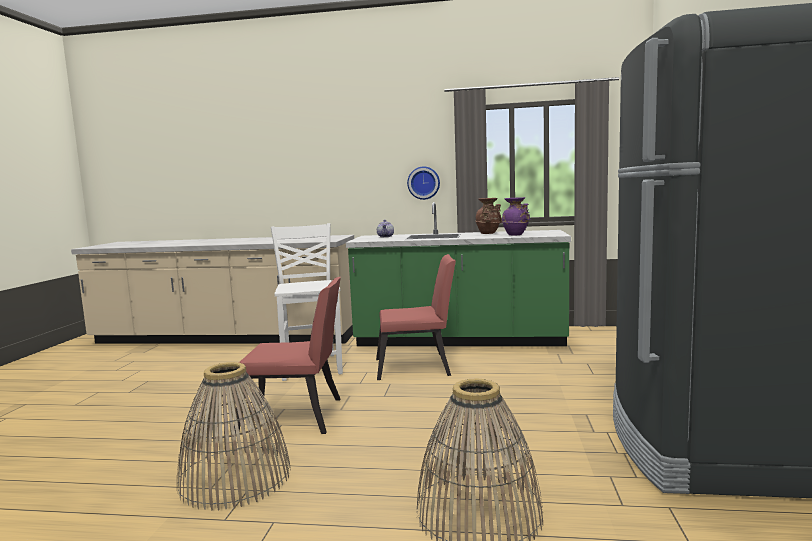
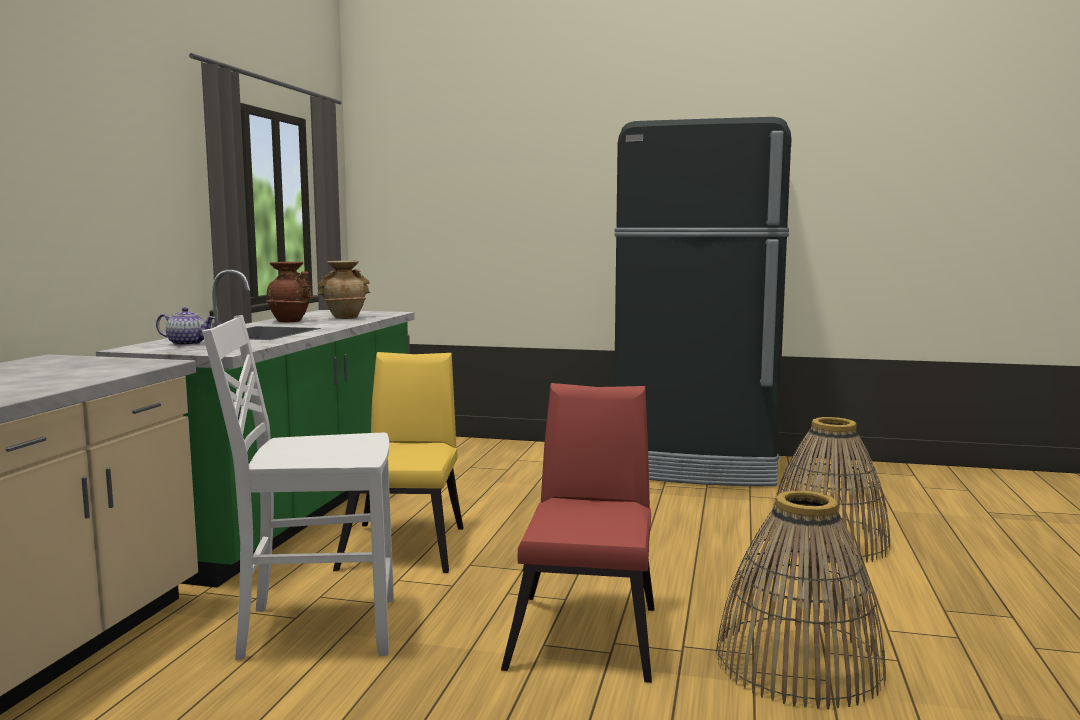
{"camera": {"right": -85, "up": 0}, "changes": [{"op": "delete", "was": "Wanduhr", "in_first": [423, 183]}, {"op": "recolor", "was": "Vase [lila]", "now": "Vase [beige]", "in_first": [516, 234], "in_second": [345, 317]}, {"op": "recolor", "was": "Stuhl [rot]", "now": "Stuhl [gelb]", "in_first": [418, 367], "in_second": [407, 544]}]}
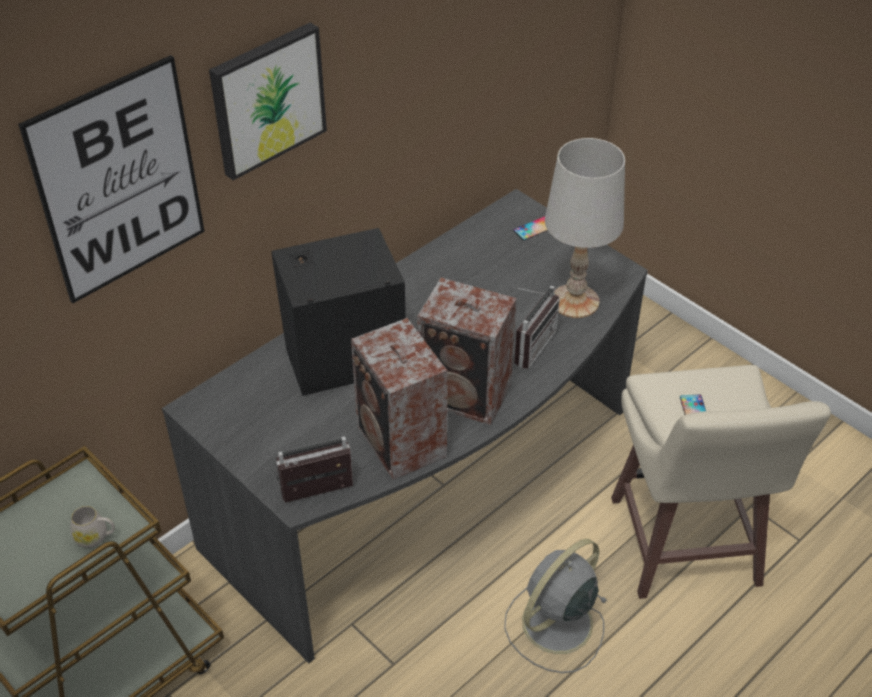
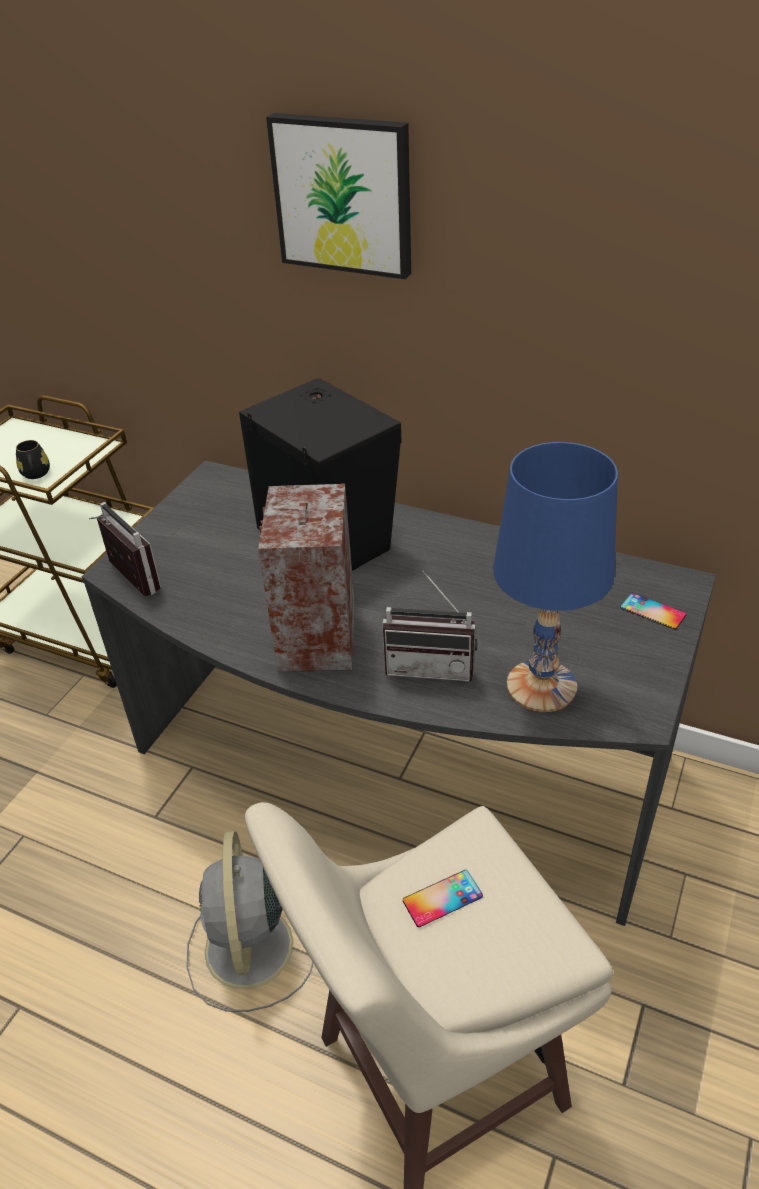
{"camera": {"right": 70, "up": -5}, "changes": [{"op": "delete", "was": "Bild", "in_first": [119, 181]}, {"op": "recolor", "was": "Tischlampe [weiß]", "now": "Tischlampe [blau]", "in_first": [575, 301], "in_second": [542, 686]}, {"op": "delete", "was": "Lautsprecher", "in_first": [401, 443]}, {"op": "recolor", "was": "Henkelbecher [weiß]", "now": "Henkelbecher [schwarz]", "in_first": [95, 537], "in_second": [36, 475]}, {"op": "rotate", "was": "Ventilator [grau]", "in_first": [555, 625], "in_second": [249, 951], "clockwise": -120}]}
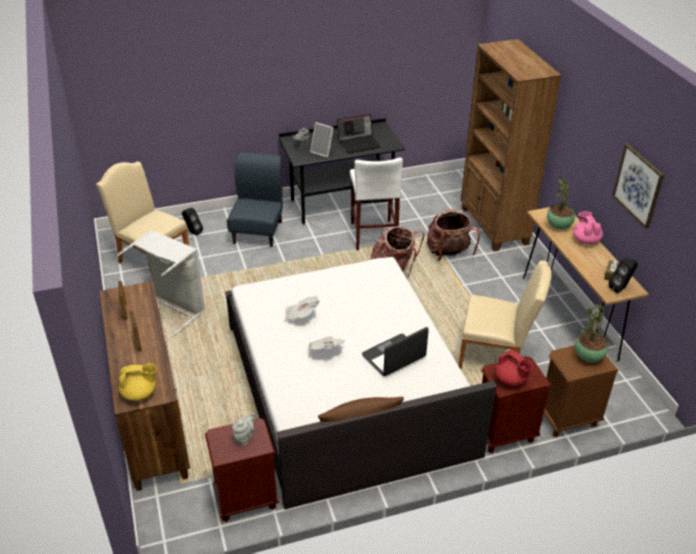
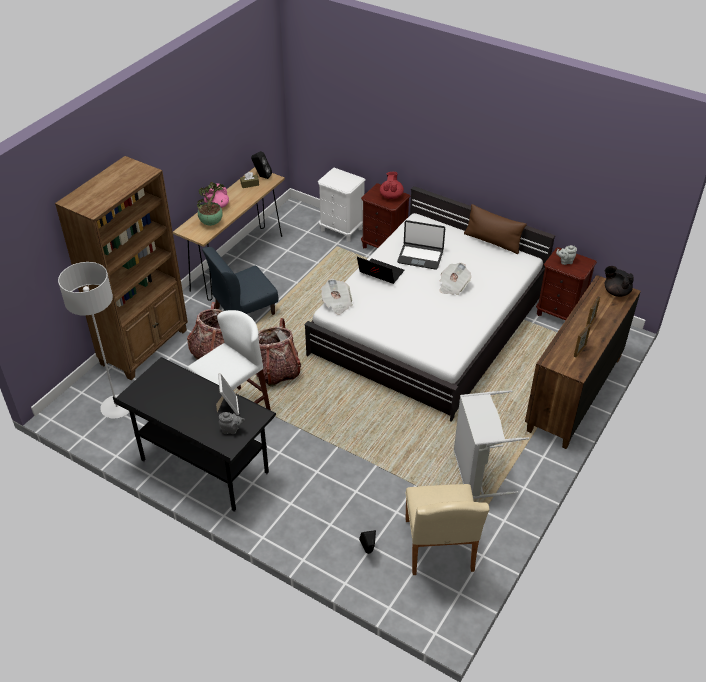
{"camera": {"right": -130, "up": 5}, "changes": [{"op": "move", "was": "Laptop", "in_first": [359, 143], "in_second": [379, 273]}, {"op": "delete", "was": "Bild", "in_first": [638, 185]}, {"op": "move", "was": "Stuhl [blau]", "in_first": [258, 232], "in_second": [244, 311]}, {"op": "delete", "was": "Stuhl [beige]", "in_first": [497, 355]}, {"op": "move", "was": "Zeitung", "in_first": [301, 315], "in_second": [337, 303]}, {"op": "delete", "was": "Topfpflanze", "in_first": [588, 358]}, {"op": "recolor", "was": "Nachttisch [braun]", "now": "Nachttisch [weiß]", "in_first": [567, 419], "in_second": [341, 229]}, {"op": "recolor", "was": "Teekanne [gelb]", "now": "Teekanne [schwarz]", "in_first": [140, 393], "in_second": [616, 292]}, {"op": "insert", "now": "Stehlampe [grau]", "in_second": [117, 407]}]}
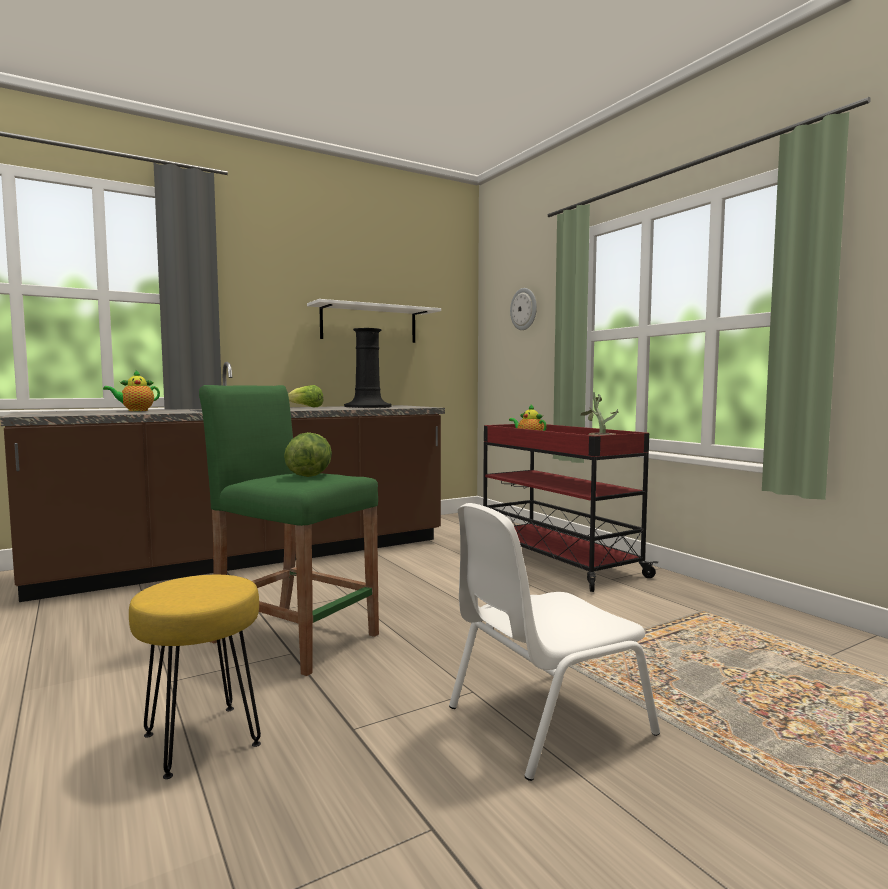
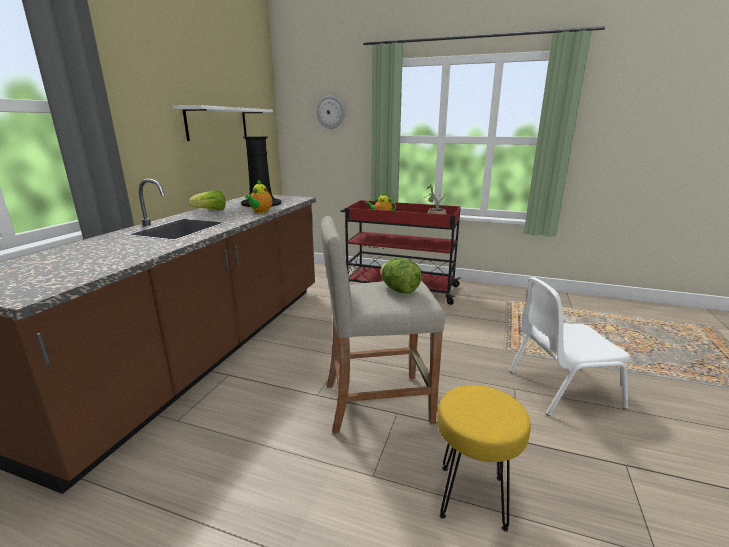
{"camera": {"right": -40, "up": 15}, "changes": [{"op": "move", "was": "Teekanne", "in_first": [135, 410], "in_second": [260, 212]}, {"op": "recolor", "was": "Hocker [grün]", "now": "Hocker [beige]", "in_first": [295, 638], "in_second": [377, 402]}, {"op": "rotate", "was": "Stuhl [weiß]", "in_first": [545, 720], "in_second": [561, 388], "clockwise": 60}]}
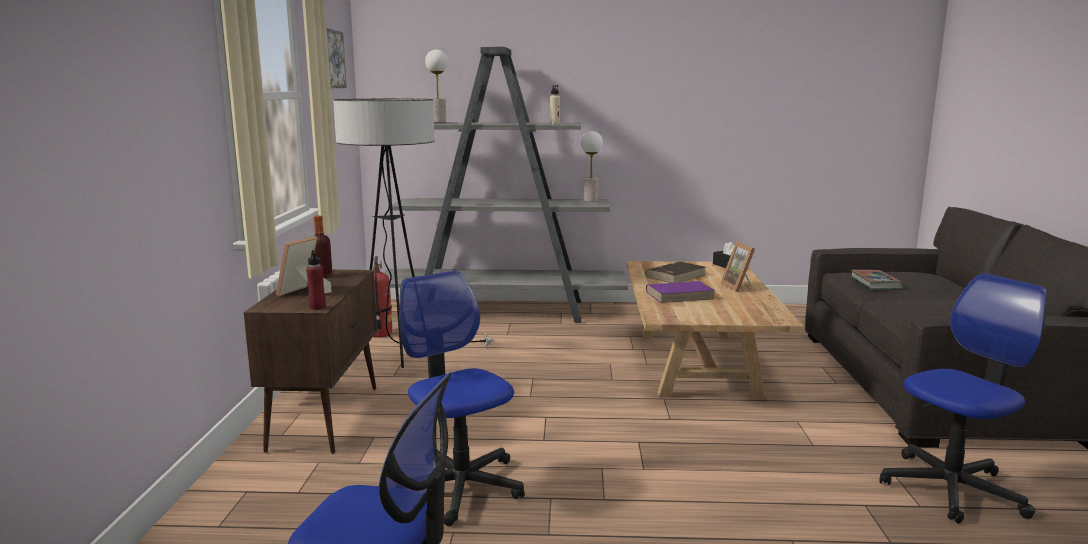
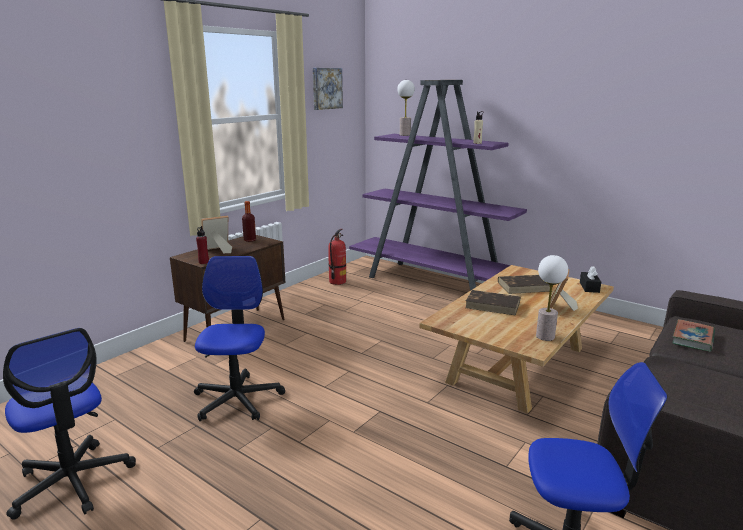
{"camera": {"right": 35, "up": 5}, "changes": [{"op": "recolor", "was": "Bücherregal [grau]", "now": "Bücherregal [lila]", "in_first": [503, 311], "in_second": [436, 283]}, {"op": "delete", "was": "Stehlampe", "in_first": [401, 359]}, {"op": "move", "was": "Tischlampe", "in_first": [590, 200], "in_second": [545, 336]}, {"op": "recolor", "was": "Buch [lila]", "now": "Buch [braun]", "in_first": [680, 295], "in_second": [493, 305]}]}
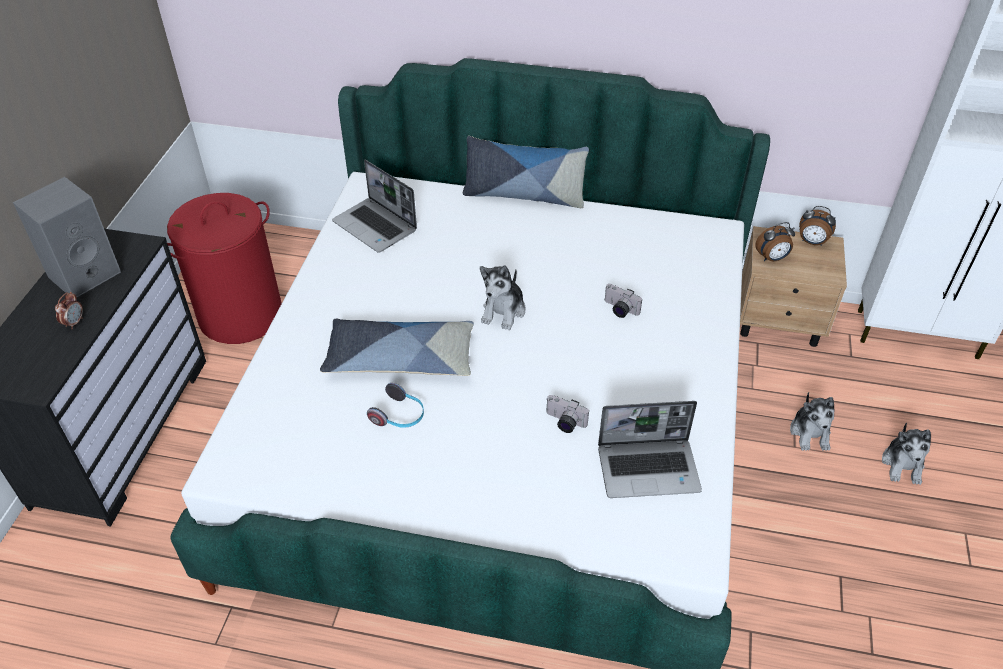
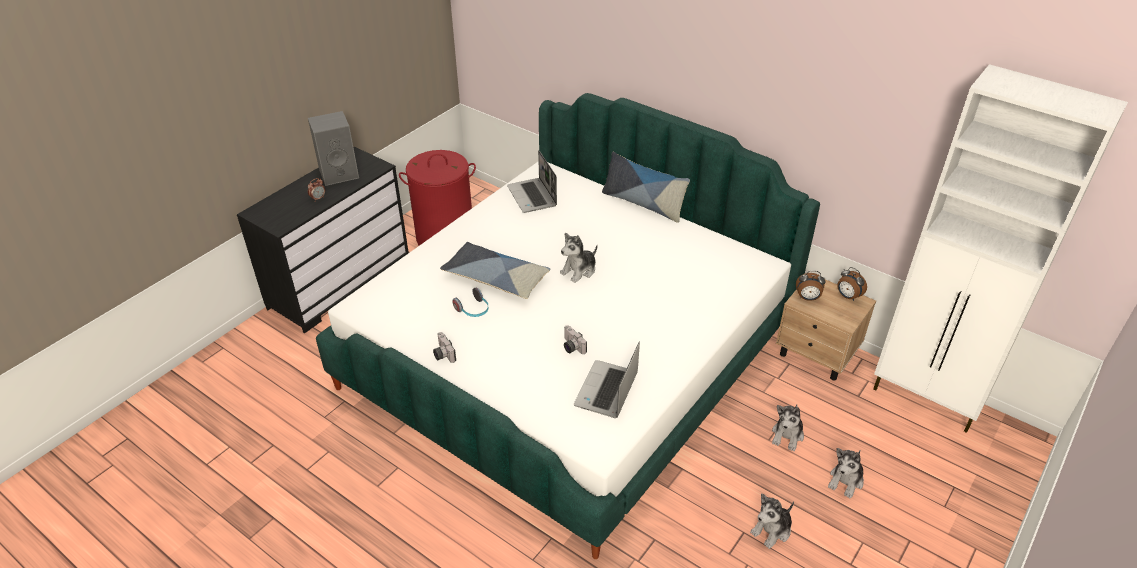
{"camera": {"right": 25, "up": -5}, "changes": [{"op": "move", "was": "Kamera", "in_first": [619, 310], "in_second": [442, 354]}, {"op": "rotate", "was": "Laptop", "in_first": [649, 468], "in_second": [607, 391], "clockwise": 90}, {"op": "insert", "now": "Plüschtier", "in_second": [772, 530]}]}
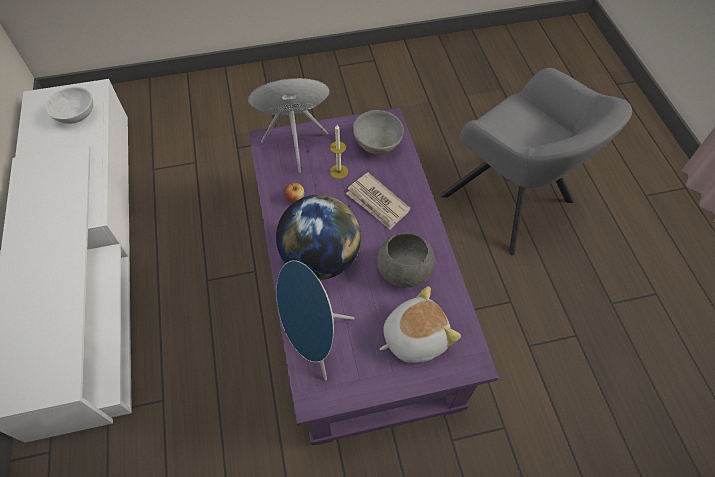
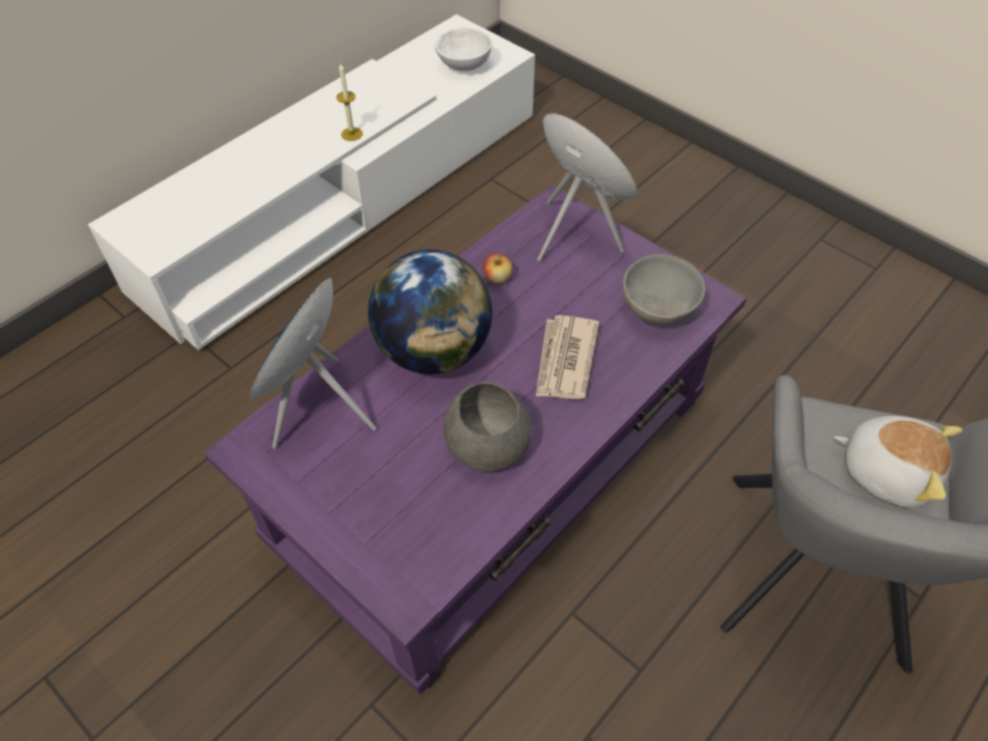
{"camera": {"right": 55, "up": -5}, "changes": [{"op": "move", "was": "Kerze", "in_first": [339, 171], "in_second": [352, 134]}, {"op": "move", "was": "Plüschtier", "in_first": [414, 336], "in_second": [886, 470]}]}
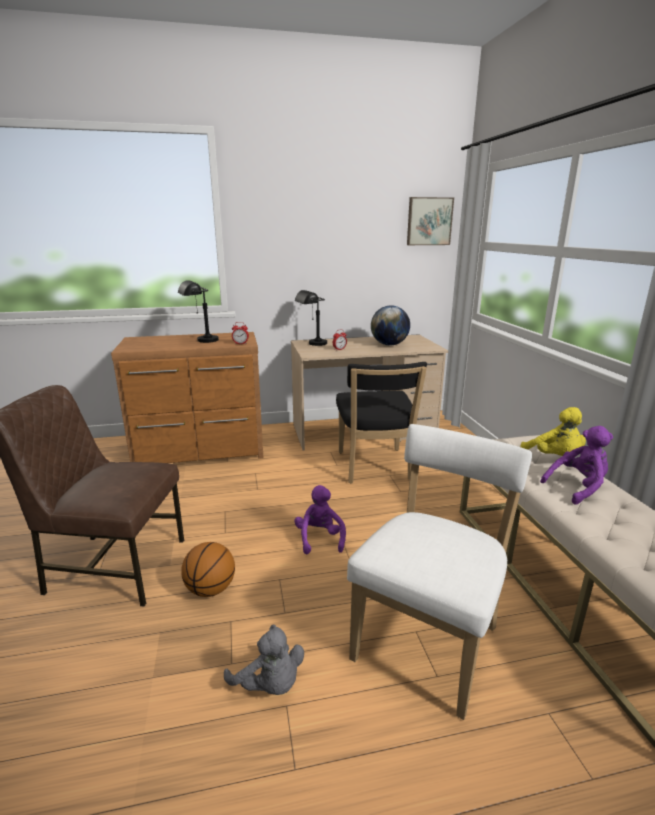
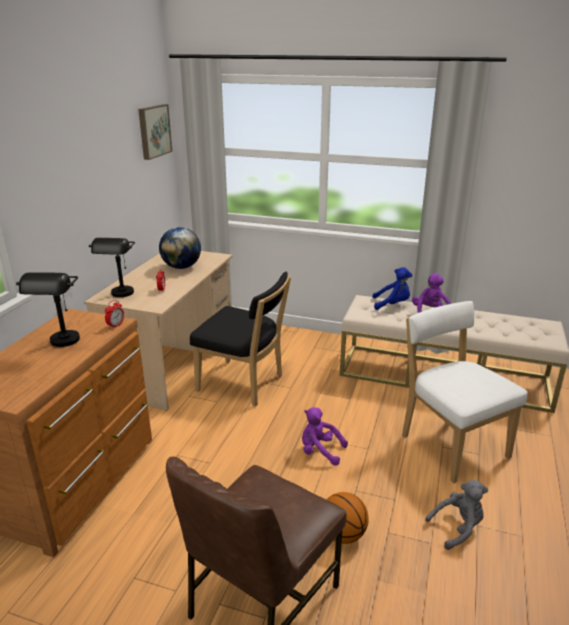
{"camera": {"right": -60, "up": 5}, "changes": [{"op": "recolor", "was": "Plüschtier [gelb]", "now": "Plüschtier [blau]", "in_first": [555, 458], "in_second": [392, 304]}]}
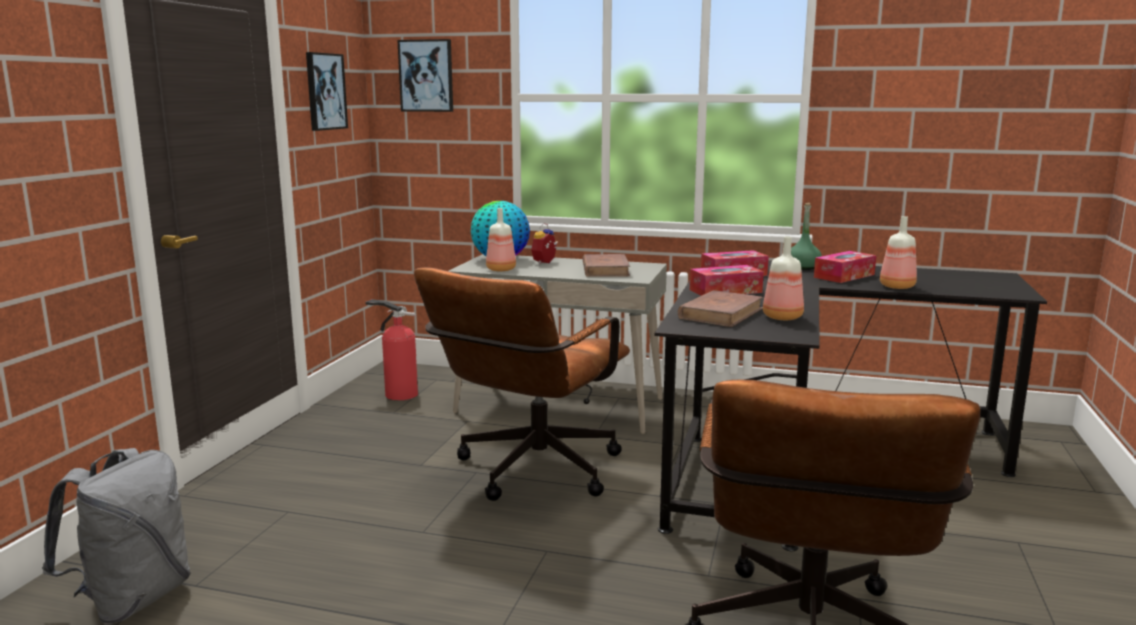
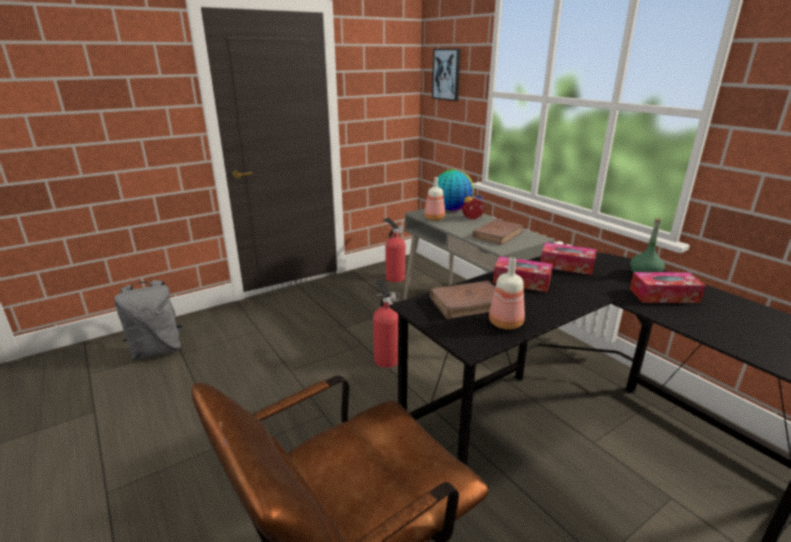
{"camera": {"right": 40, "up": 10}, "changes": [{"op": "delete", "was": "Bild", "in_first": [325, 91]}, {"op": "delete", "was": "Flasche", "in_first": [896, 286]}, {"op": "replace", "was": "Bürostuhl [braun]", "now": "Feuerlöscher", "in_first": [530, 473], "in_second": [386, 358]}]}
